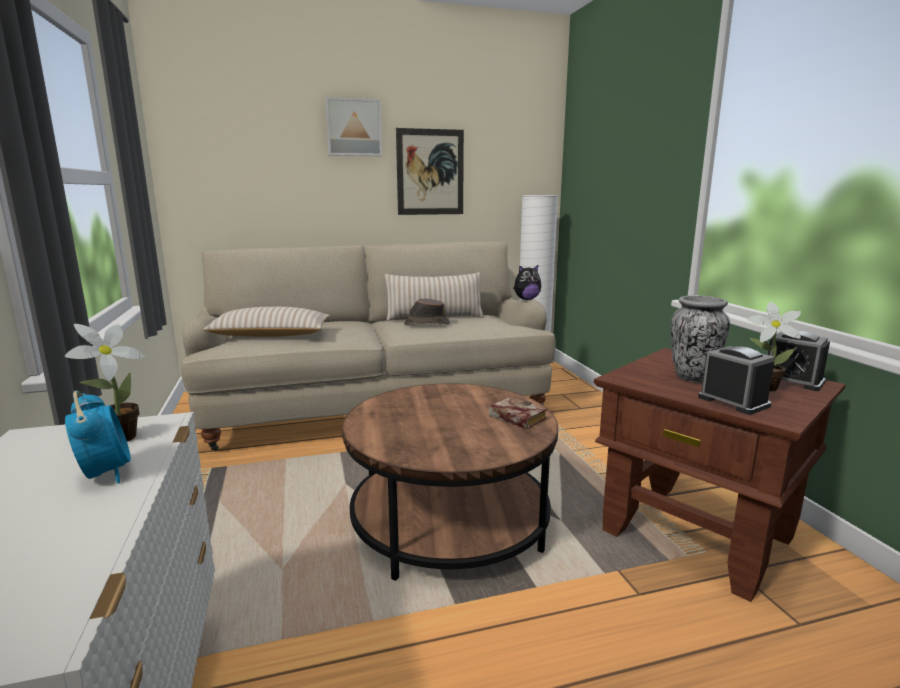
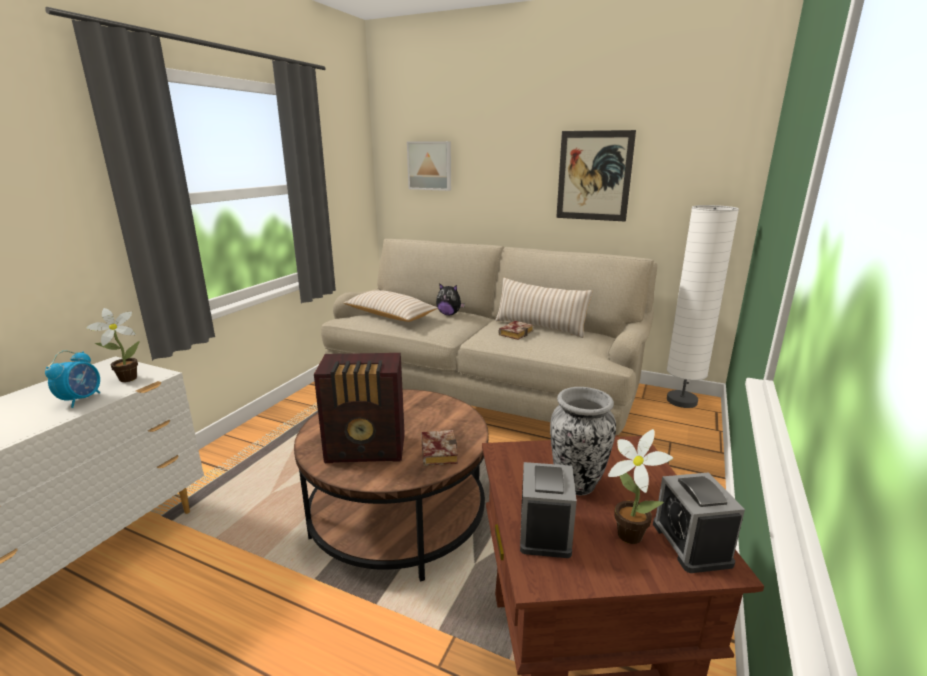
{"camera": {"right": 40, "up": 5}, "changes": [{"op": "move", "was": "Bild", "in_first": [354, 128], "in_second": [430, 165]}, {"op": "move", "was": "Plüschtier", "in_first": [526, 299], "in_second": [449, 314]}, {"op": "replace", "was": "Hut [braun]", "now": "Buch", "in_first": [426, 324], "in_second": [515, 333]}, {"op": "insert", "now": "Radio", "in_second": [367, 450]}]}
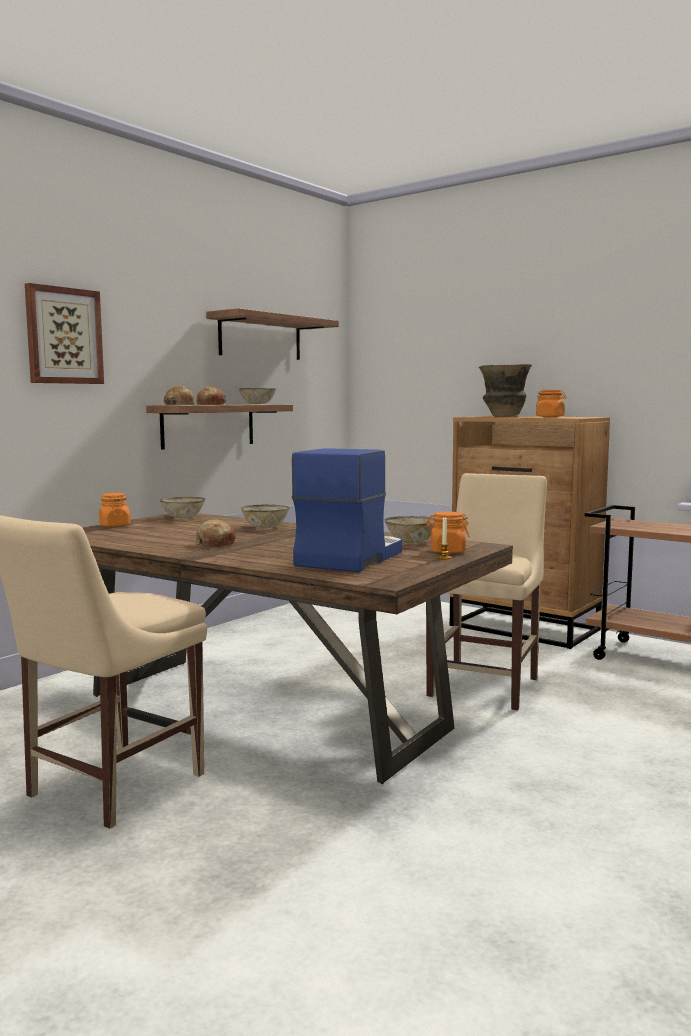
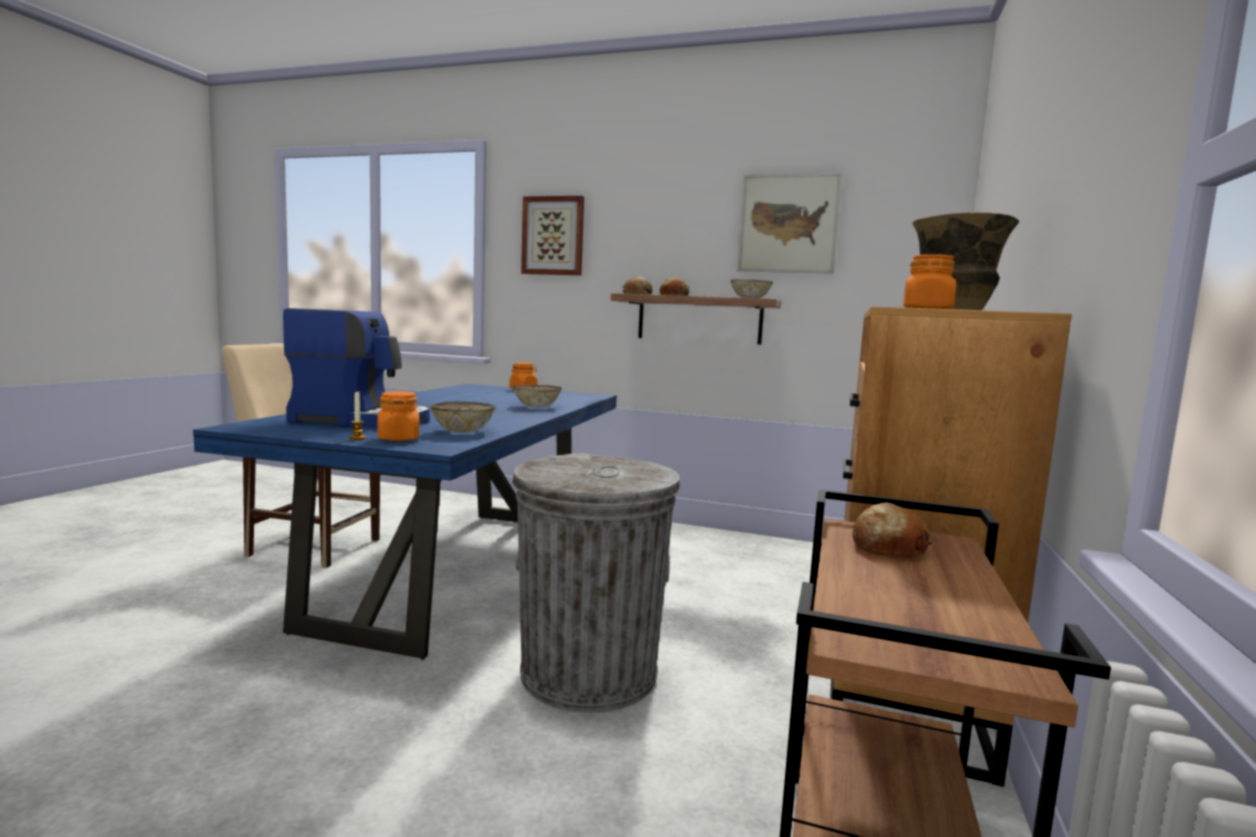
{"camera": {"right": 70, "up": 0}, "changes": [{"op": "replace", "was": "Wandregal", "now": "Bild", "in_first": [260, 337], "in_second": [788, 223]}, {"op": "replace", "was": "Stuhl [beige]", "now": "Mülleimer [grau]", "in_first": [486, 685], "in_second": [589, 673]}, {"op": "delete", "was": "Schüssel", "in_first": [183, 517]}, {"op": "recolor", "was": "Esstisch [braun]", "now": "Esstisch [blau]", "in_first": [261, 712], "in_second": [459, 569]}, {"op": "move", "was": "Brot", "in_first": [215, 543], "in_second": [888, 547]}]}
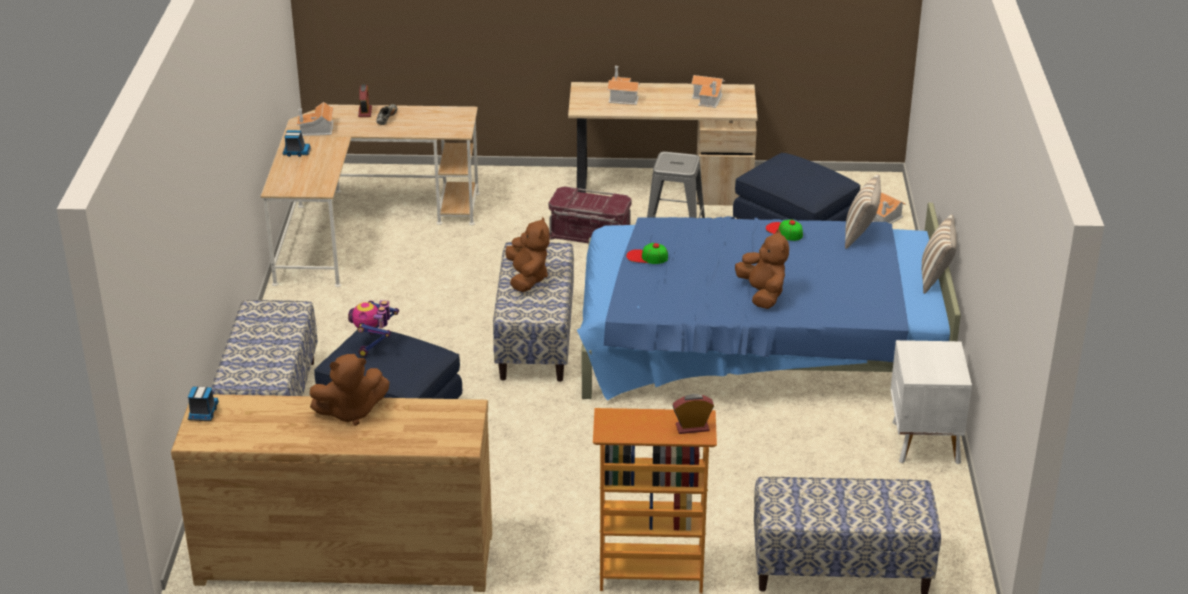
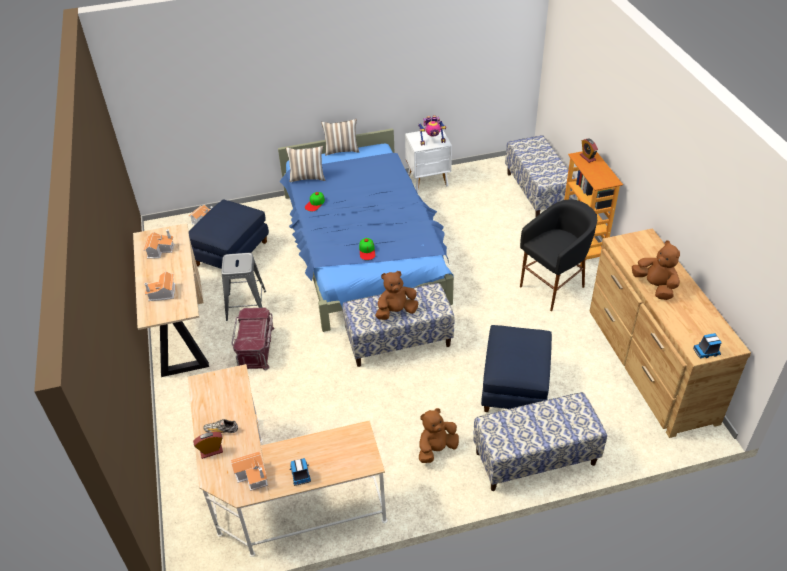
{"camera": {"right": -105, "up": 10}, "changes": [{"op": "move", "was": "Plüschtier [braun]", "in_first": [762, 294], "in_second": [436, 449]}, {"op": "move", "was": "Spielzeugroboter", "in_first": [374, 344], "in_second": [432, 141]}, {"op": "insert", "now": "Hocker [schwarz]", "in_second": [553, 287]}]}
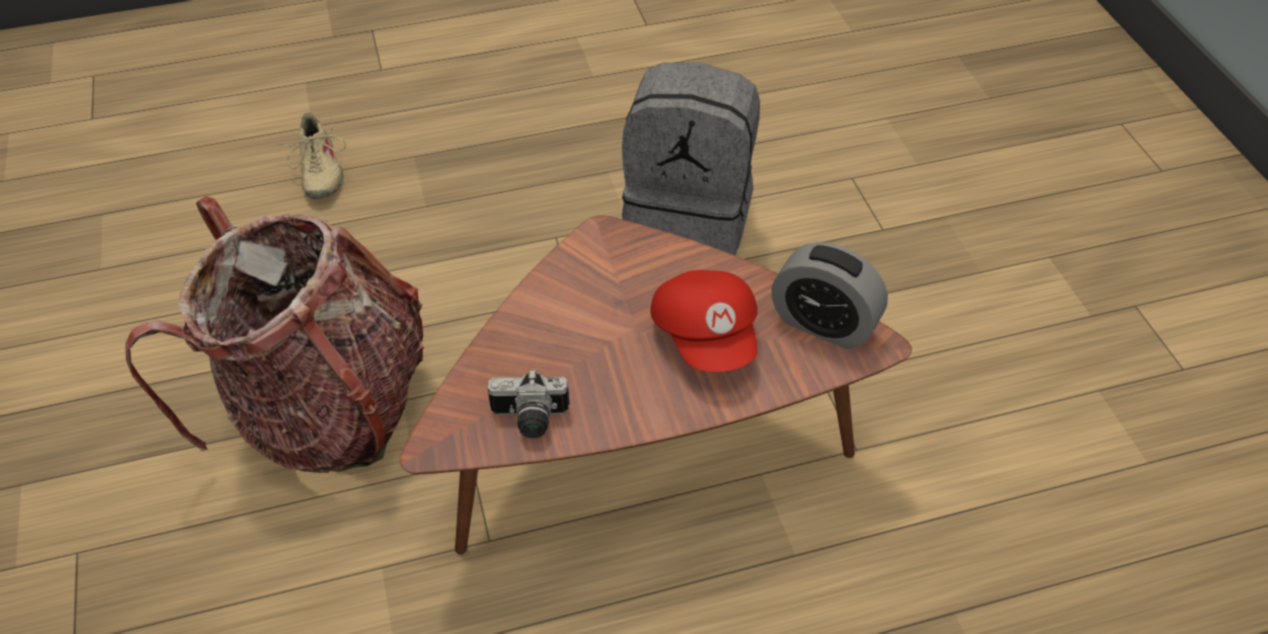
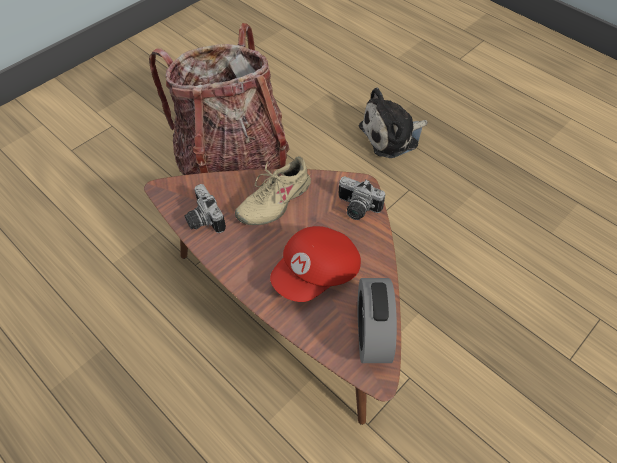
{"camera": {"right": 60, "up": 5}, "changes": [{"op": "delete", "was": "Rucksack [grau]", "in_first": [689, 219]}, {"op": "move", "was": "Schuh [beige]", "in_first": [319, 171], "in_second": [274, 201]}, {"op": "insert", "now": "Plüschtier", "in_second": [392, 136]}, {"op": "insert", "now": "Kamera", "in_second": [356, 209]}]}
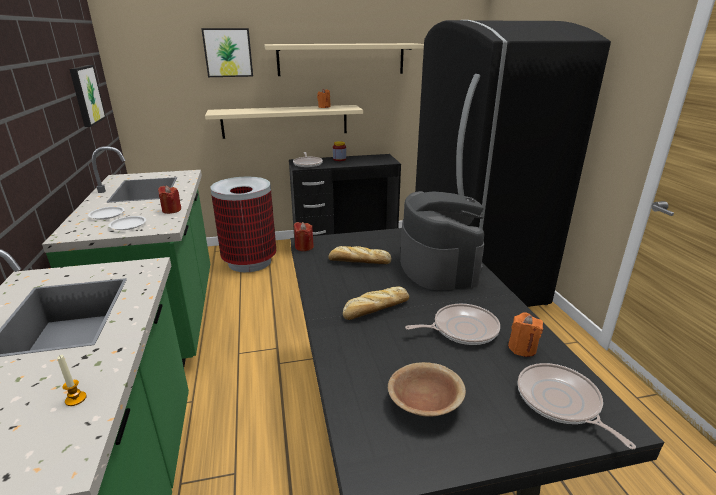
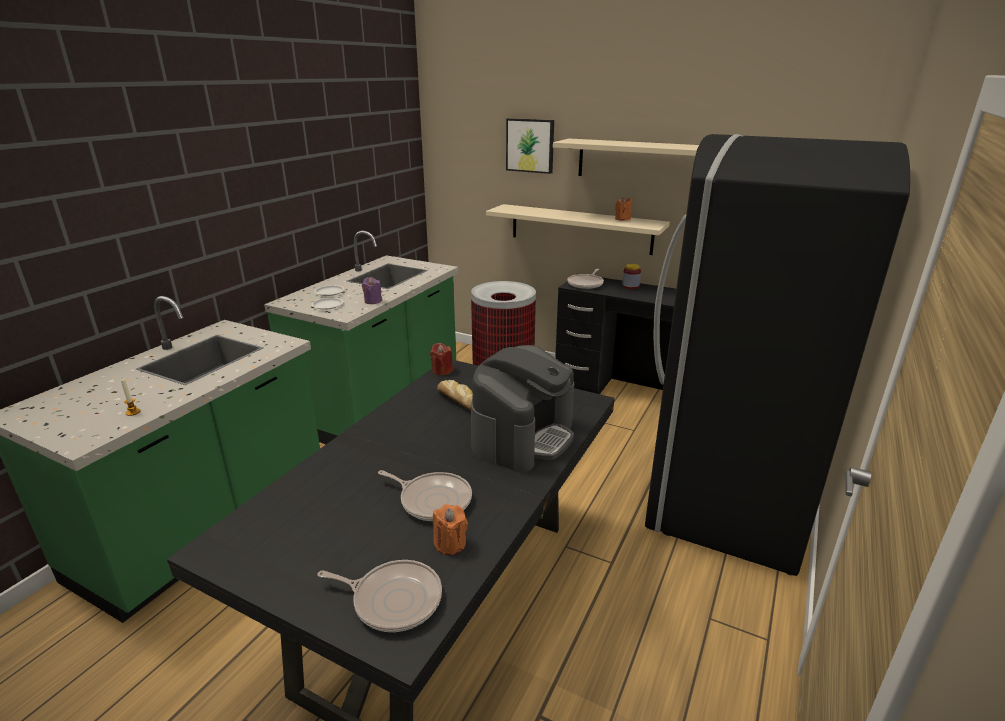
{"camera": {"right": 40, "up": 0}, "changes": [{"op": "delete", "was": "Bild", "in_first": [86, 95]}, {"op": "recolor", "was": "Kerze [rot]", "now": "Kerze [lila]", "in_first": [171, 210], "in_second": [373, 301]}, {"op": "delete", "was": "Brot", "in_first": [375, 309]}, {"op": "delete", "was": "Schüssel [braun]", "in_first": [424, 403]}, {"op": "rotate", "was": "Pfanne", "in_first": [560, 402], "in_second": [393, 599], "clockwise": 90}]}
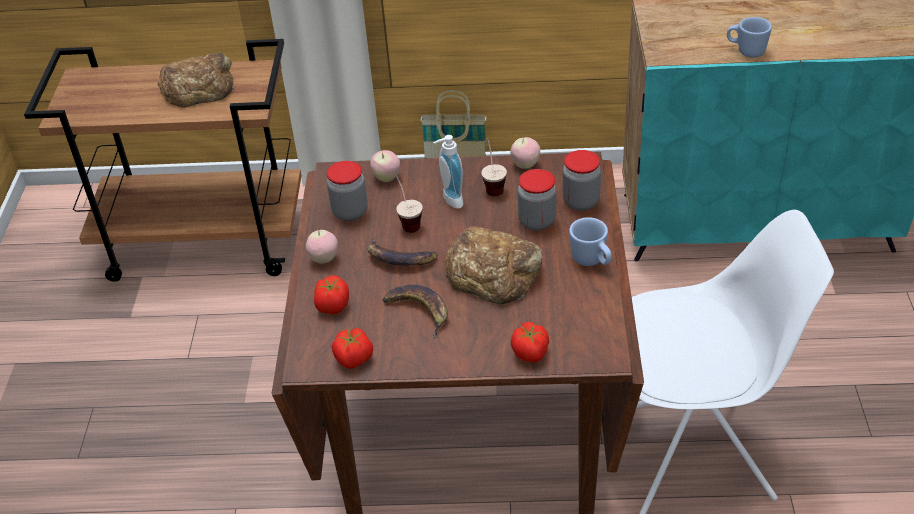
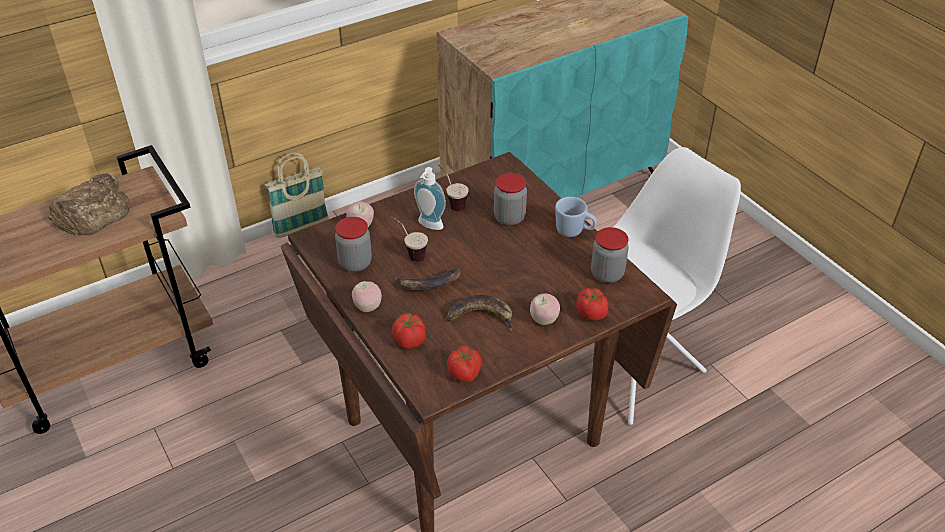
{"camera": {"right": -35, "up": 0}, "changes": [{"op": "delete", "was": "Henkelbecher [blau]", "in_first": [746, 51]}, {"op": "move", "was": "Apfel", "in_first": [525, 165], "in_second": [544, 320]}, {"op": "move", "was": "Vorratsglas", "in_first": [581, 202], "in_second": [607, 274]}, {"op": "delete", "was": "Brot", "in_first": [493, 272]}]}
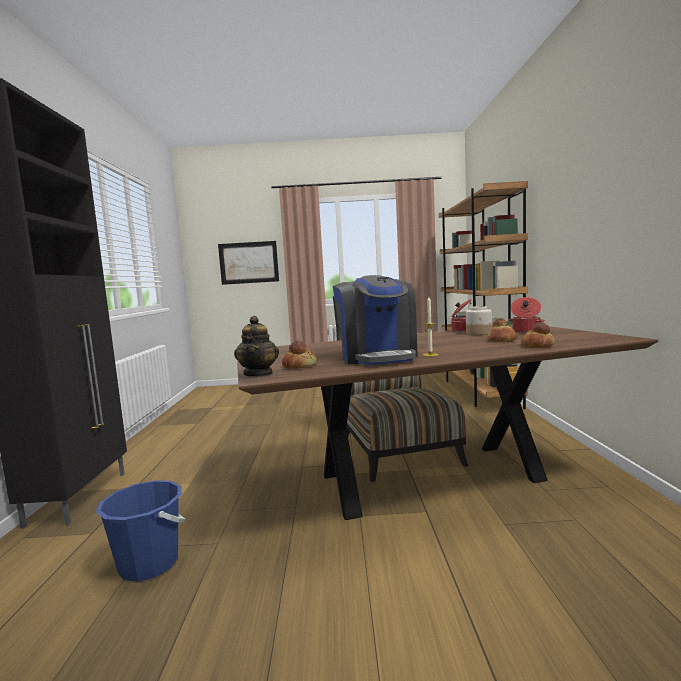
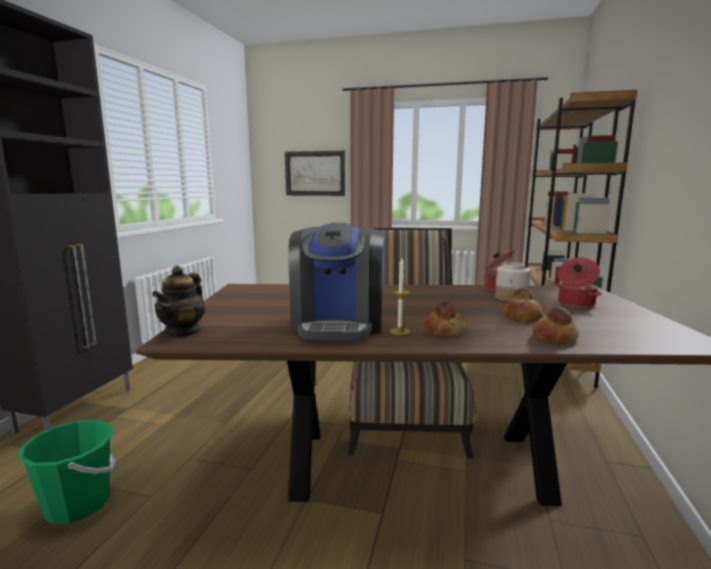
{"camera": {"right": 15, "up": 5}, "changes": [{"op": "move", "was": "Brot", "in_first": [299, 366], "in_second": [445, 331]}, {"op": "recolor", "was": "Eimer [blau]", "now": "Eimer [grün]", "in_first": [149, 564], "in_second": [78, 504]}]}
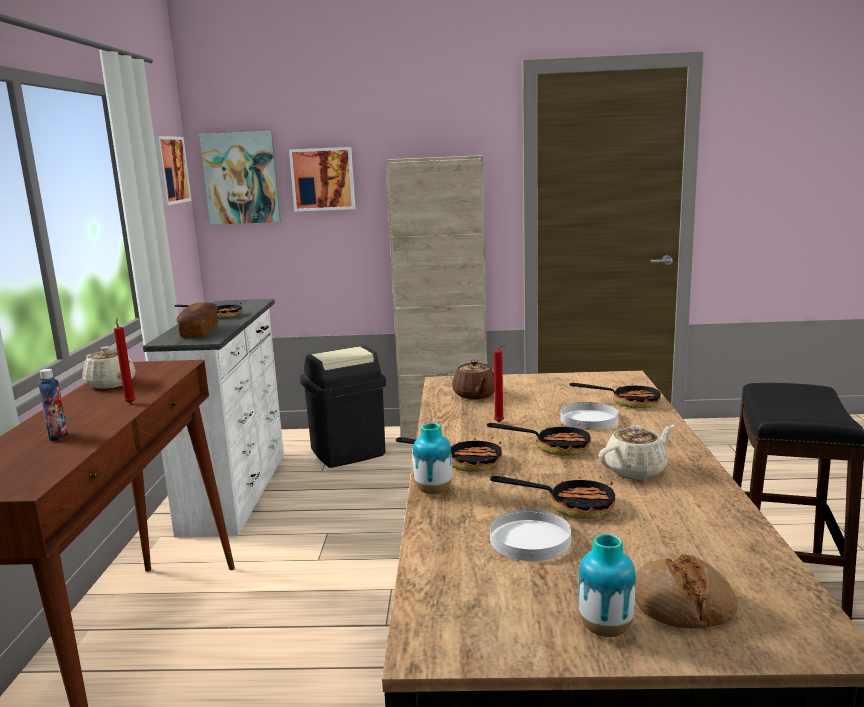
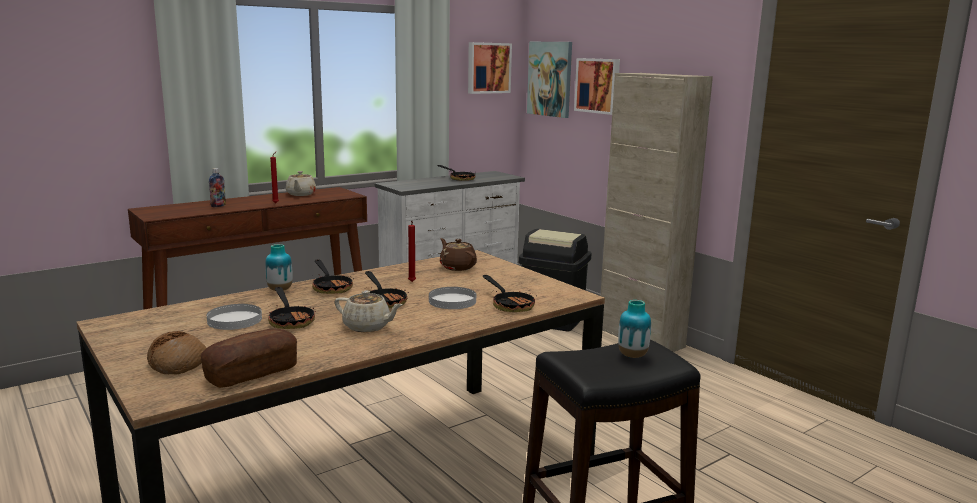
{"camera": {"right": 50, "up": 0}, "changes": [{"op": "move", "was": "Brot", "in_first": [200, 332], "in_second": [252, 373]}, {"op": "rotate", "was": "Teekanne [braun]", "in_first": [475, 395], "in_second": [457, 267], "clockwise": 105}, {"op": "move", "was": "Vase", "in_first": [605, 629], "in_second": [632, 355]}]}
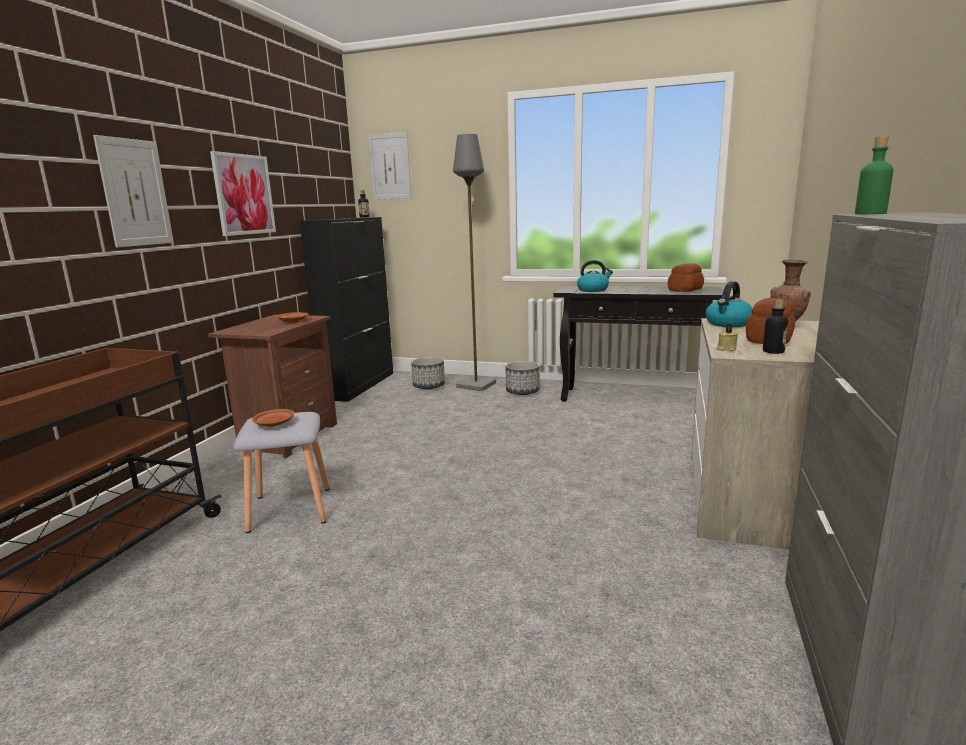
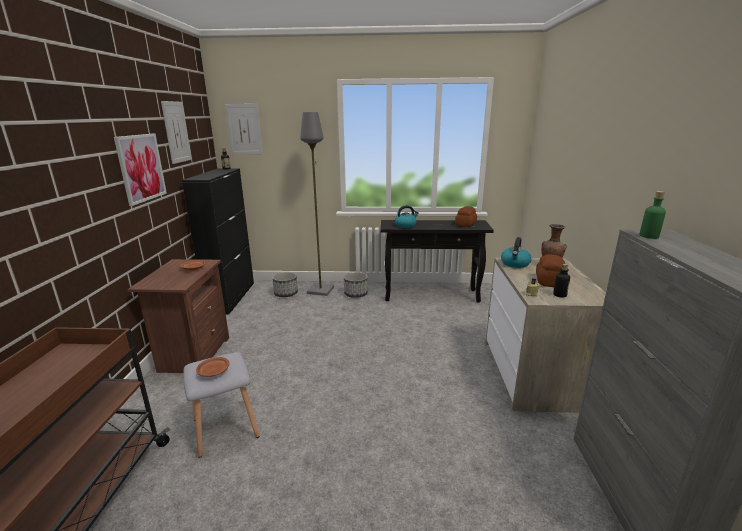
{"camera": {"right": -15, "up": 5}, "changes": [{"op": "move", "was": "Bild", "in_first": [135, 193], "in_second": [176, 132]}]}
